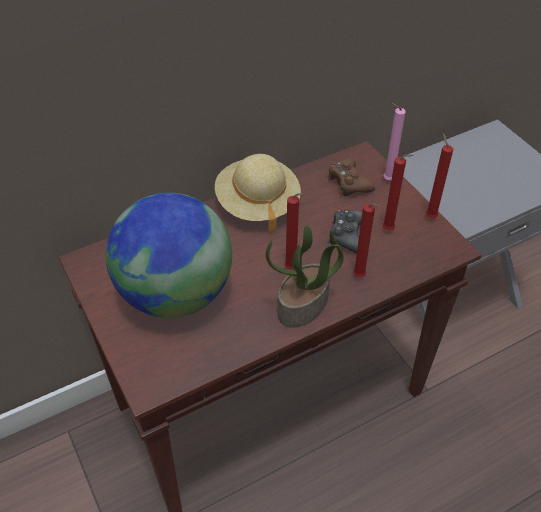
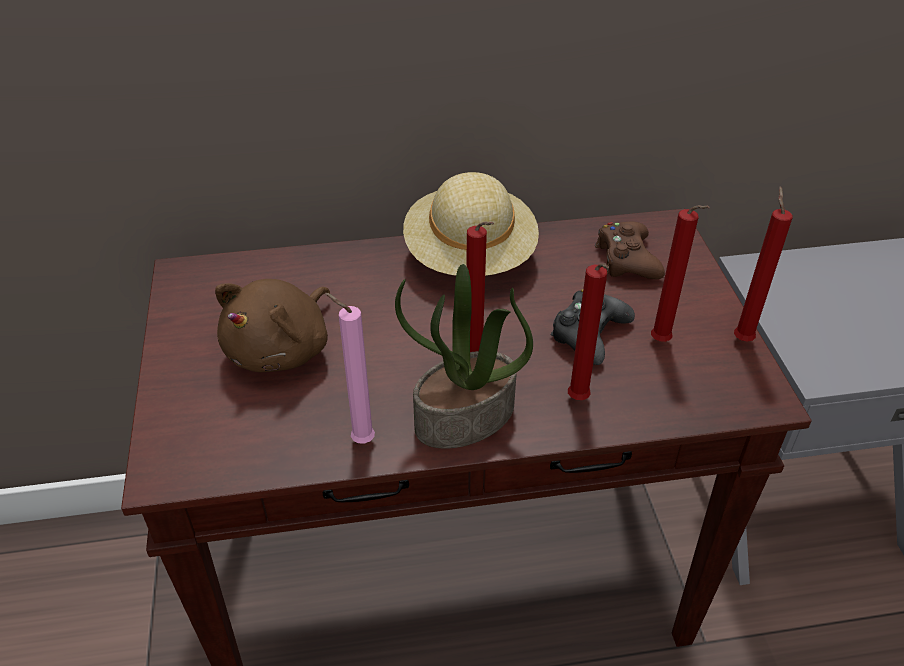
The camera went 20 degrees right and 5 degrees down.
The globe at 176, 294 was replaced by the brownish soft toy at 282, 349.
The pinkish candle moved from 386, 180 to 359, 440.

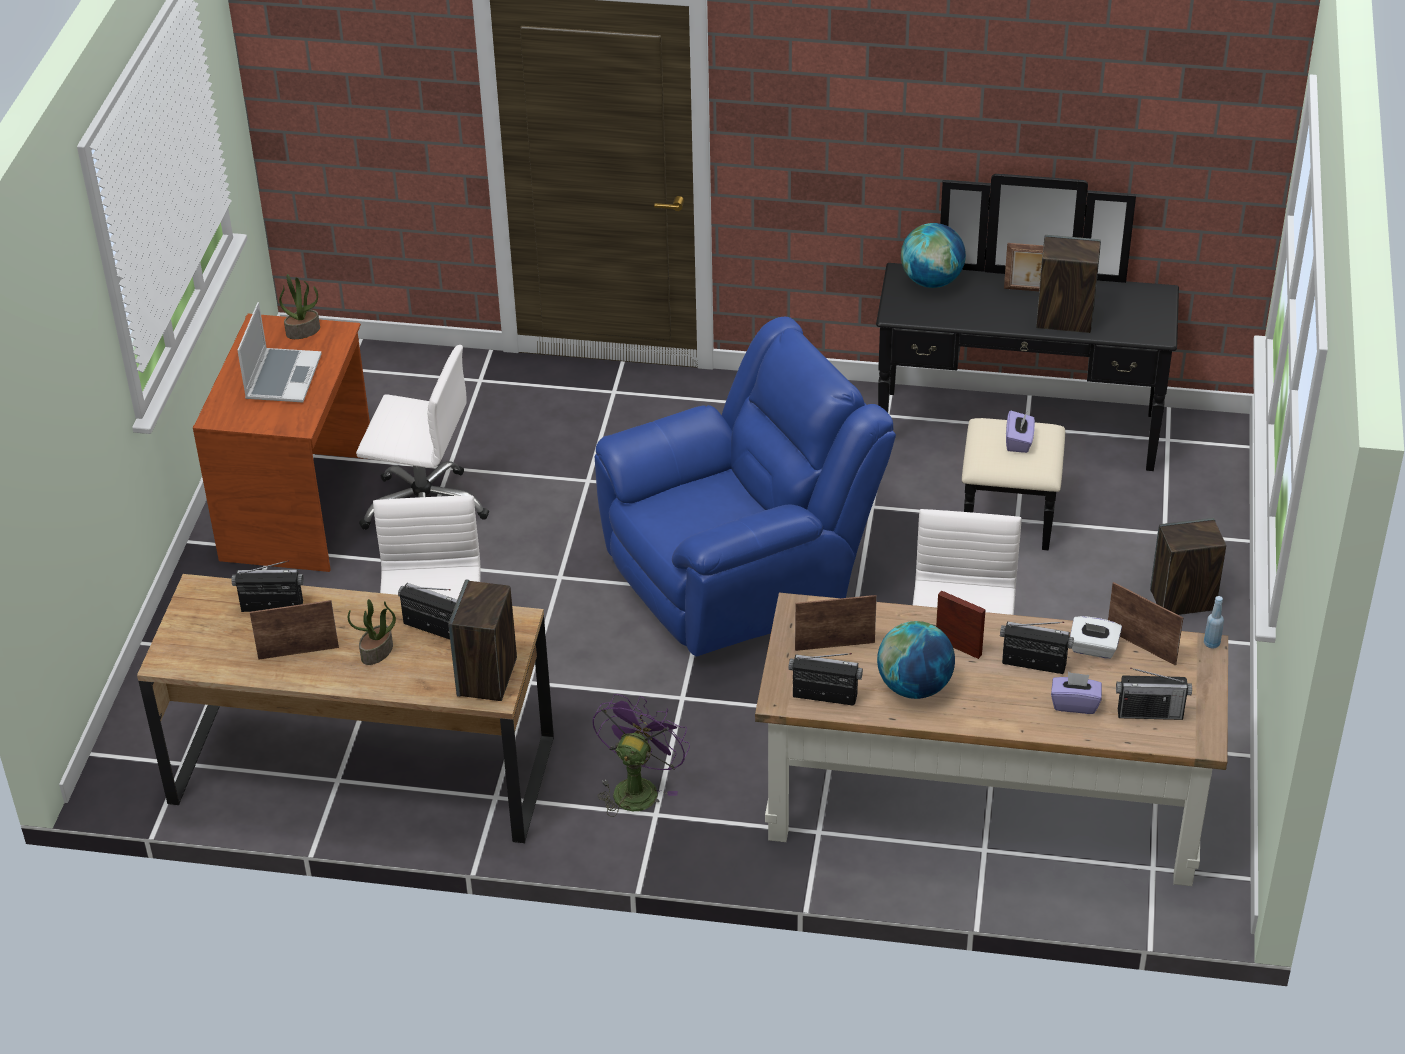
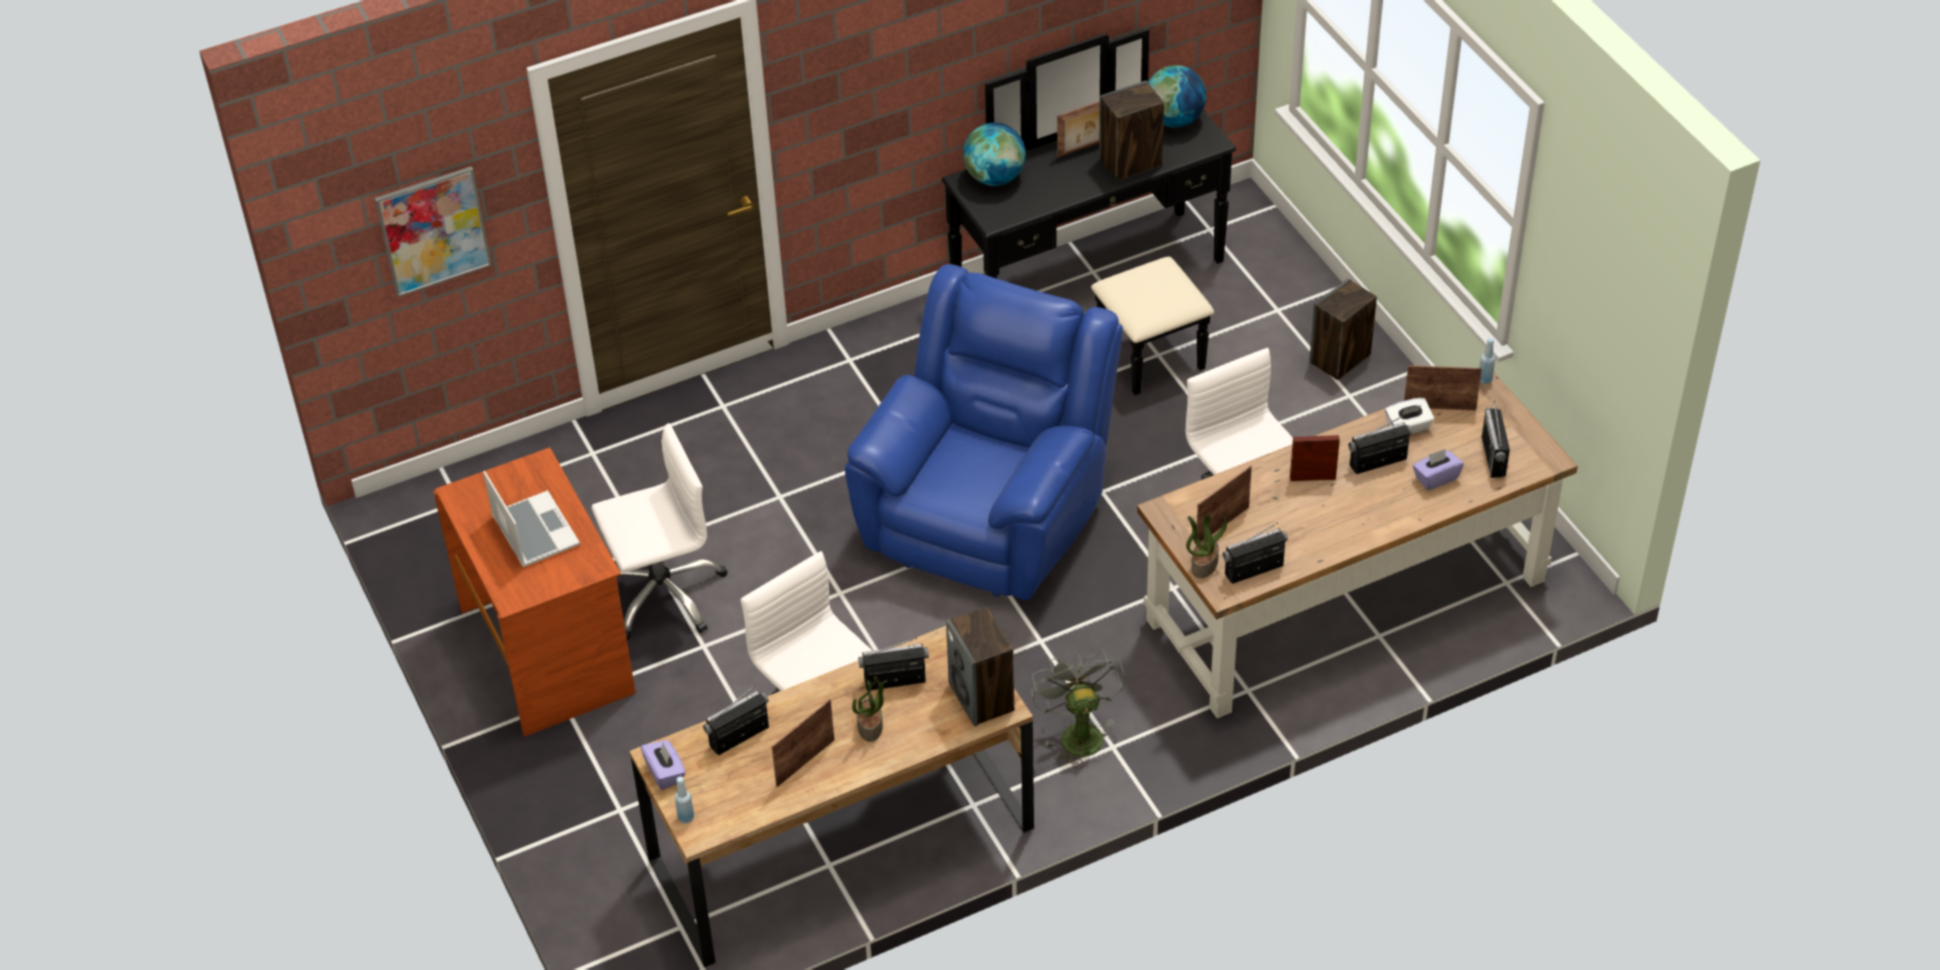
The camera went 35 degrees left and 5 degrees up.
The picture at 433, 230 appeared.
The purple tissue box moved from 1019, 442 to 665, 773.
The blue bottle at 686, 817 appeared.
The purple cooling fan at 637, 787 became the grey cooling fan at 1077, 733.
The globe moved from 914, 687 to 1174, 120.
The houseplant moved from 303, 331 to 1204, 564.
The radio set at 1150, 713 turned 120 degrees clockwise.

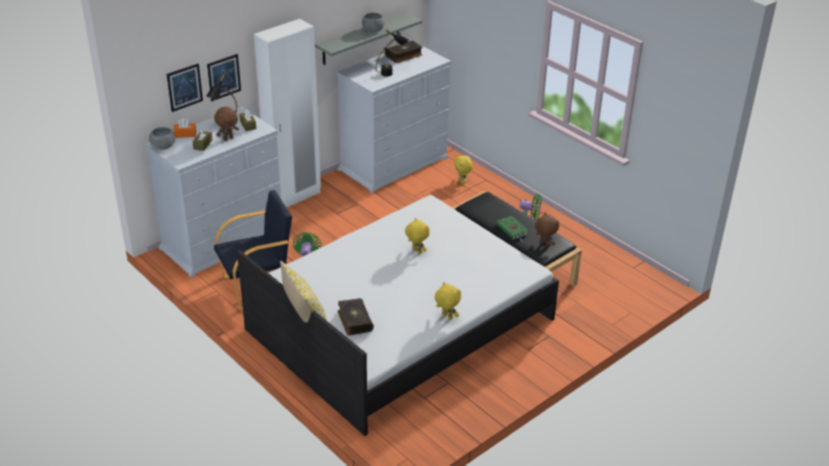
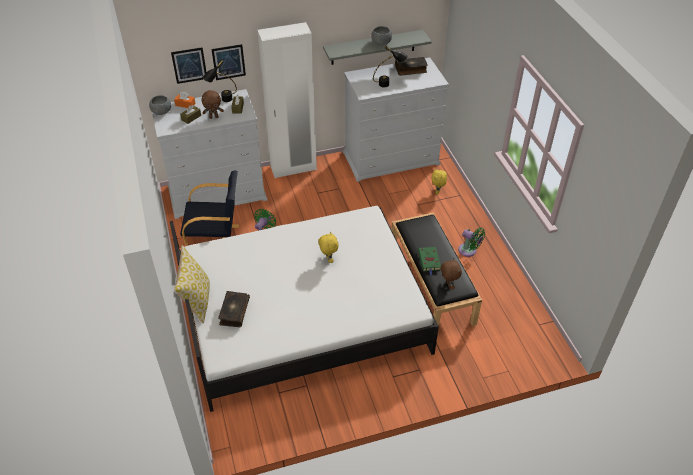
The camera went 25 degrees right and 10 degrees up.
The yellow soft toy at 446, 317 disappeared.

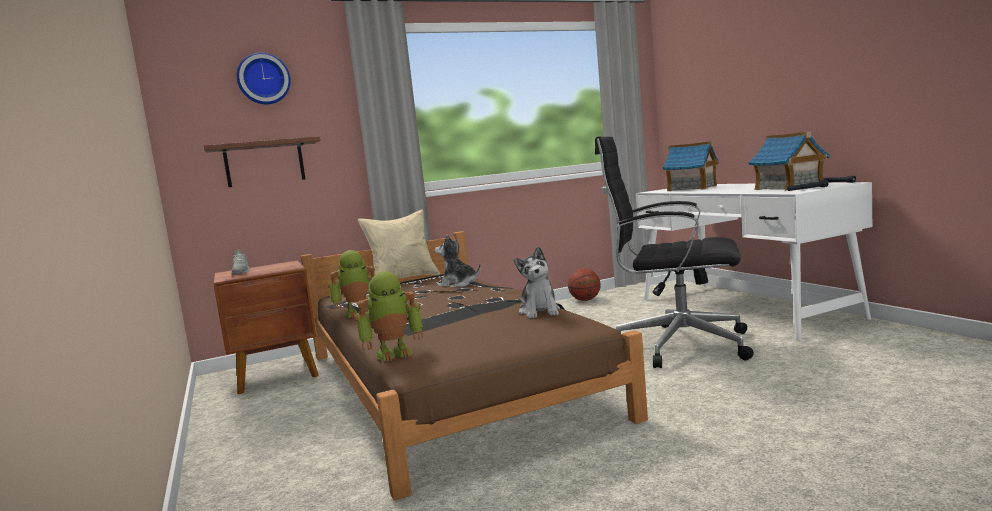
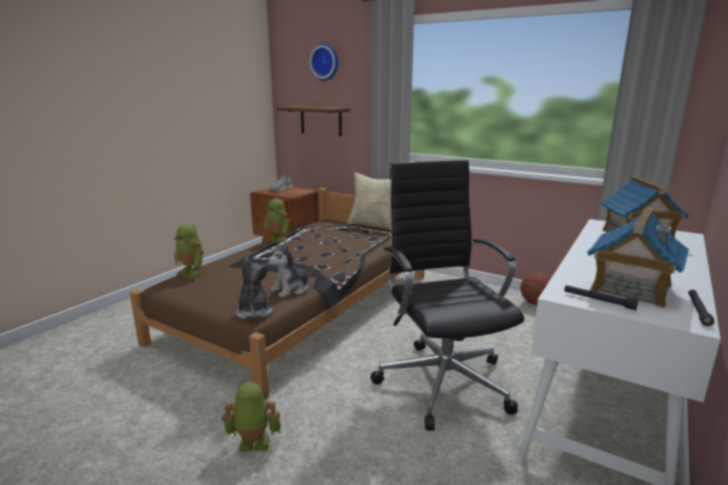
The camera went 55 degrees right and 10 degrees up.
The robot figure at 253, 445 appeared.
The soft toy moved from 458, 284 to 254, 312.

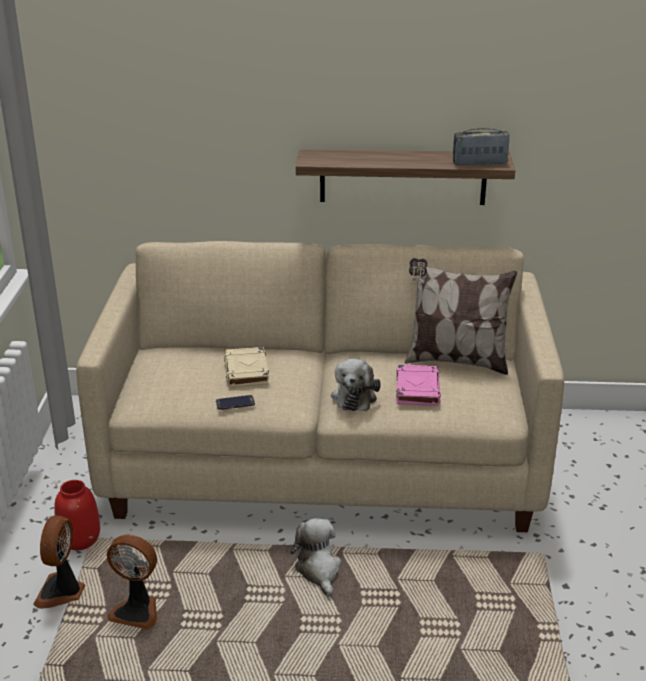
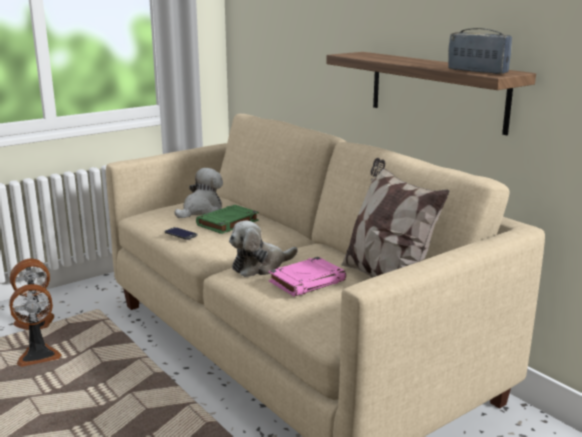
The camera went 50 degrees right and 10 degrees down.
The cooling fan at 137, 611 turned 90 degrees counterclockwise.
The soft toy moved from 318, 570 to 201, 210.
The beige book at 247, 371 became the greenish book at 227, 223.
The red-coloured flower vase at 80, 539 disappeared.

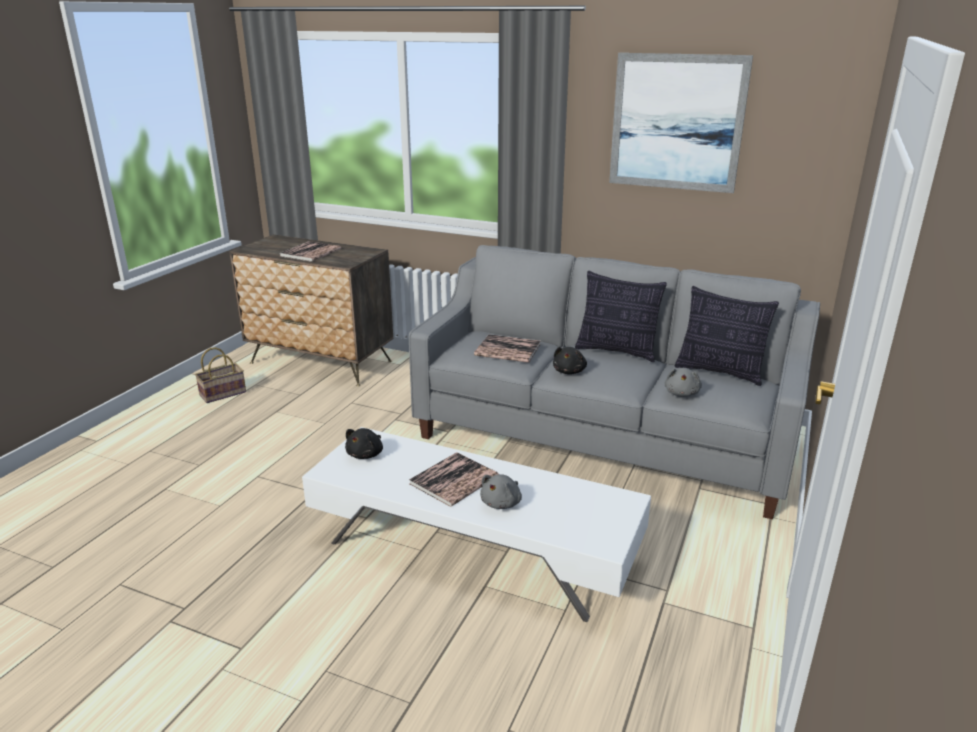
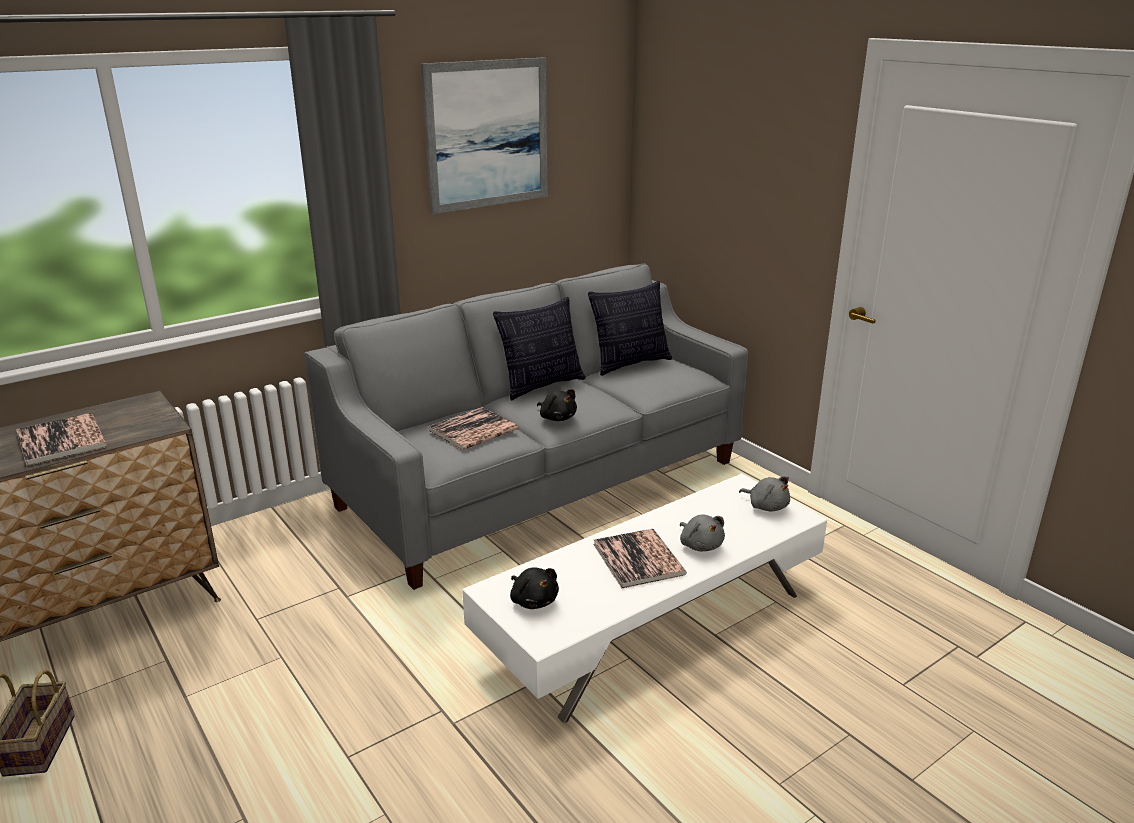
The camera went 60 degrees left and 0 degrees up.
The grey soft toy moved from 682, 393 to 766, 506.

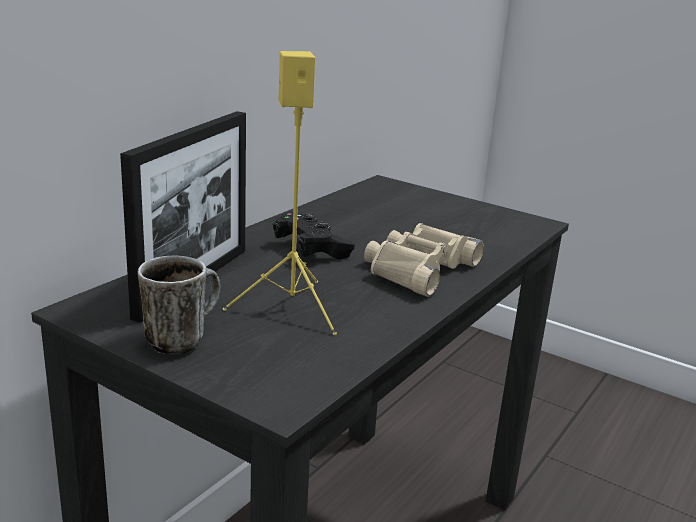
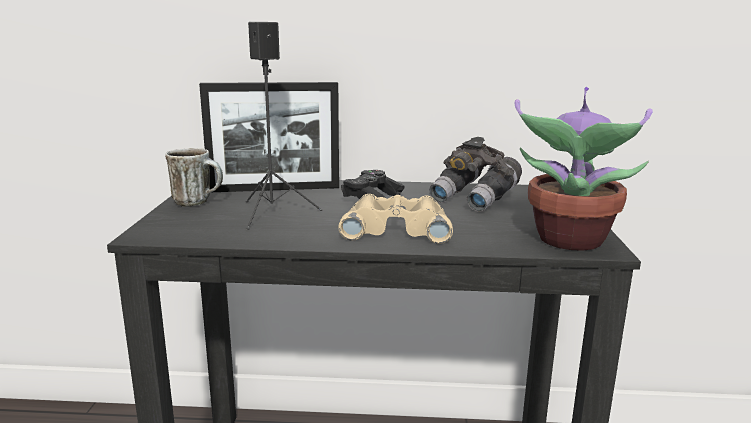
The camera went 60 degrees right and 5 degrees down.
The yellow loudspeaker at 292, 306 became the black loudspeaker at 273, 213.
The grey binoculars at 474, 199 appeared.
The houseplant at 568, 241 appeared.

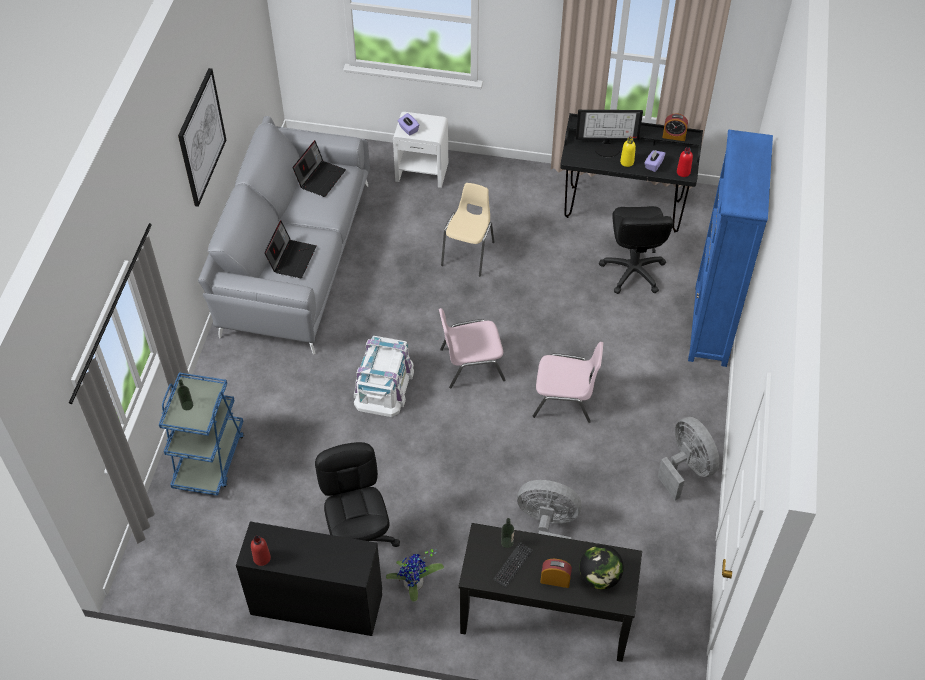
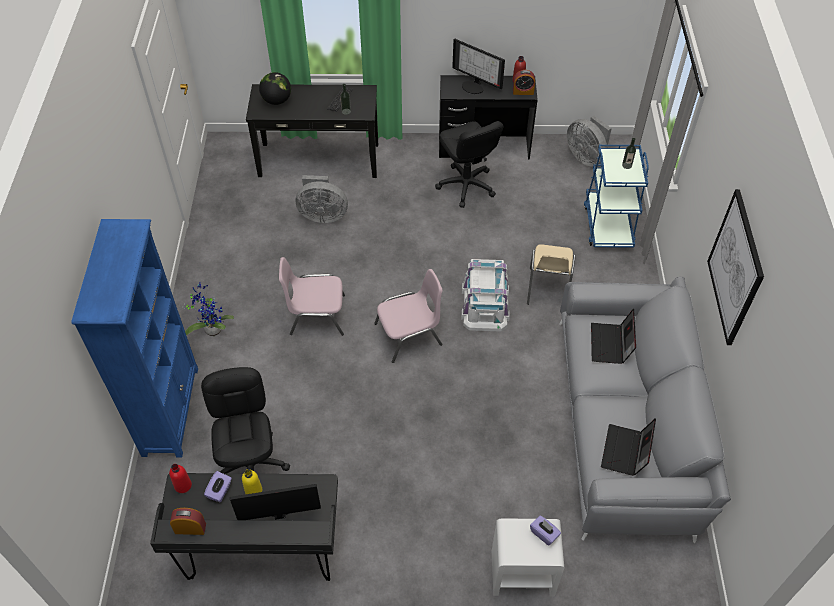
The camera went 170 degrees right and 0 degrees up.
The houseplant moved from 414, 586 to 212, 328.
The monitor at 474, 86 appeared.
The table clock moved from 555, 580 to 523, 91.
The beige chair moved from 469, 253 to 547, 289.
The grey cooling fan moved from 686, 468 to 586, 157.

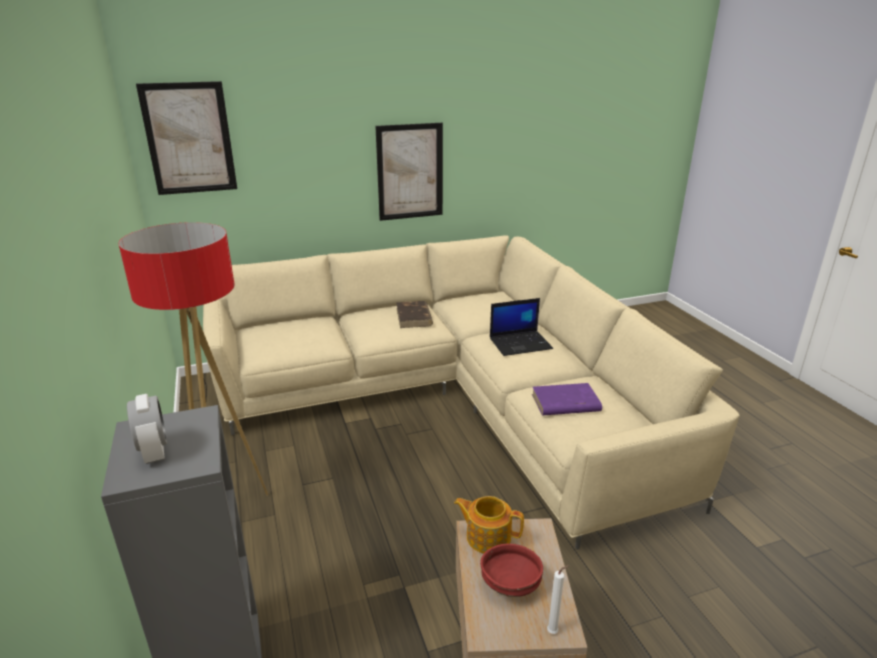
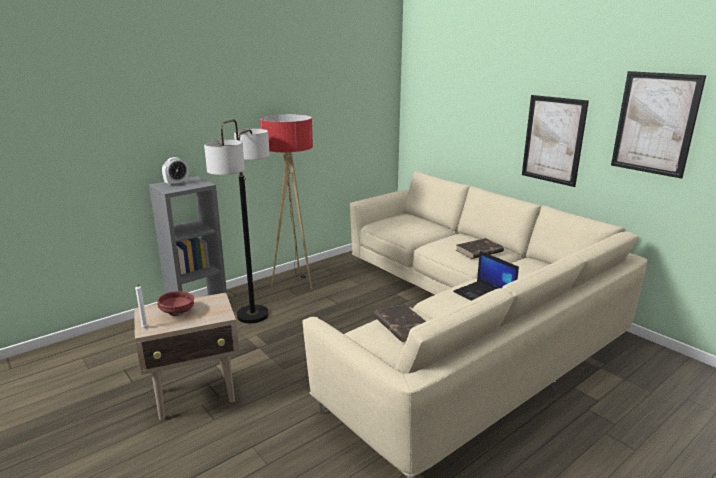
The camera went 70 degrees right and 5 degrees down.
The standing lamp at 253, 315 appeared.
The purple book at 565, 403 became the brownish book at 401, 325.
The picture moved from 189, 139 to 655, 123.
The teapot at 487, 536 disappeared.

